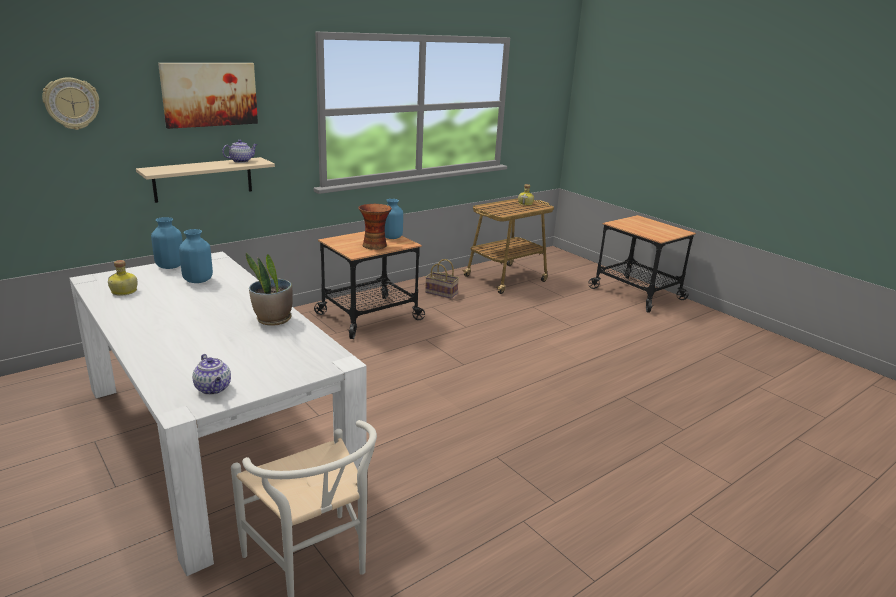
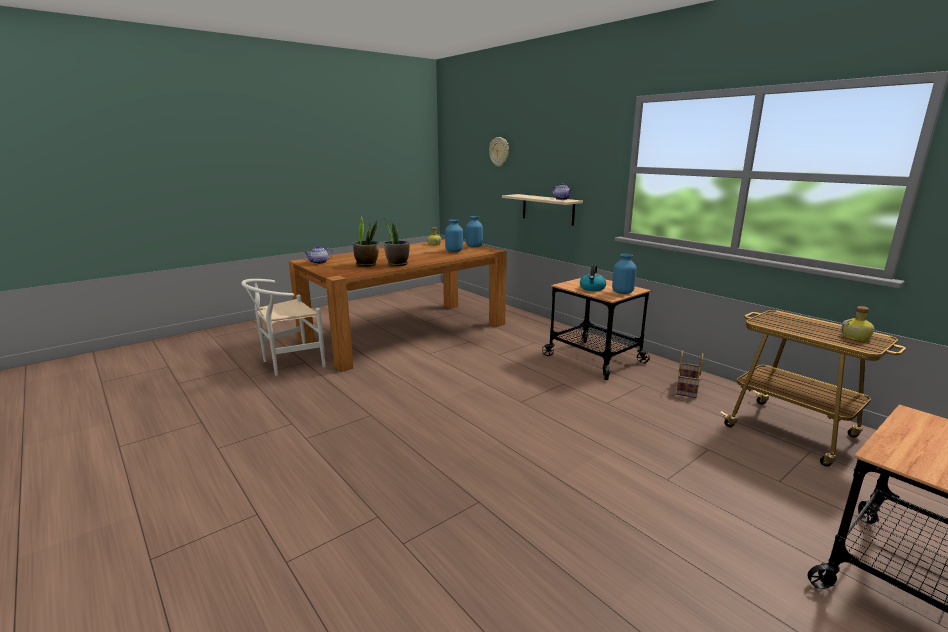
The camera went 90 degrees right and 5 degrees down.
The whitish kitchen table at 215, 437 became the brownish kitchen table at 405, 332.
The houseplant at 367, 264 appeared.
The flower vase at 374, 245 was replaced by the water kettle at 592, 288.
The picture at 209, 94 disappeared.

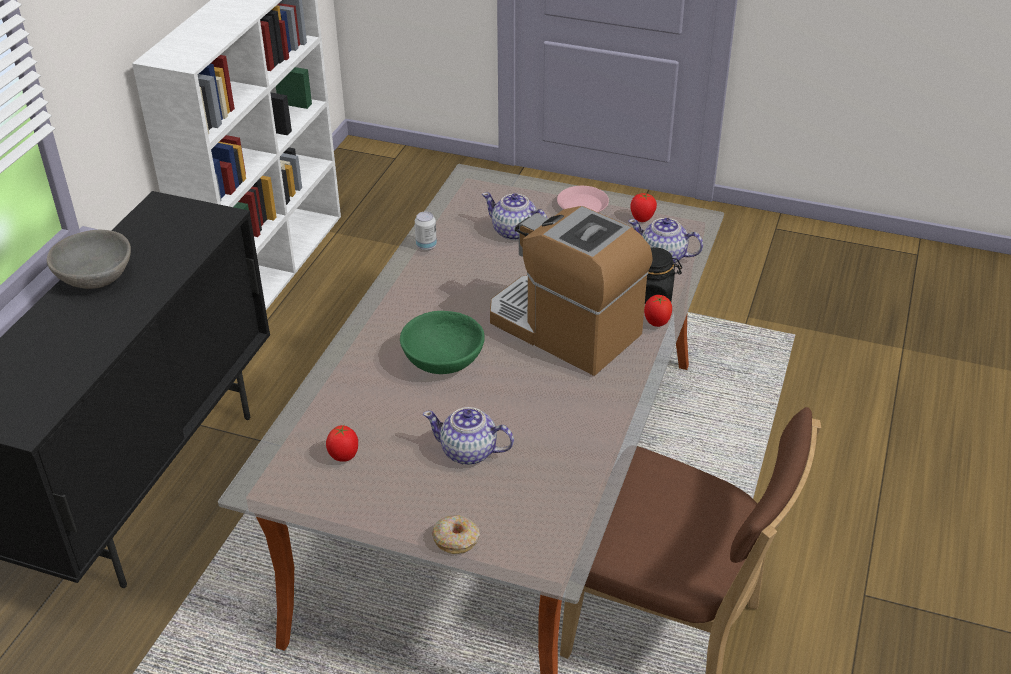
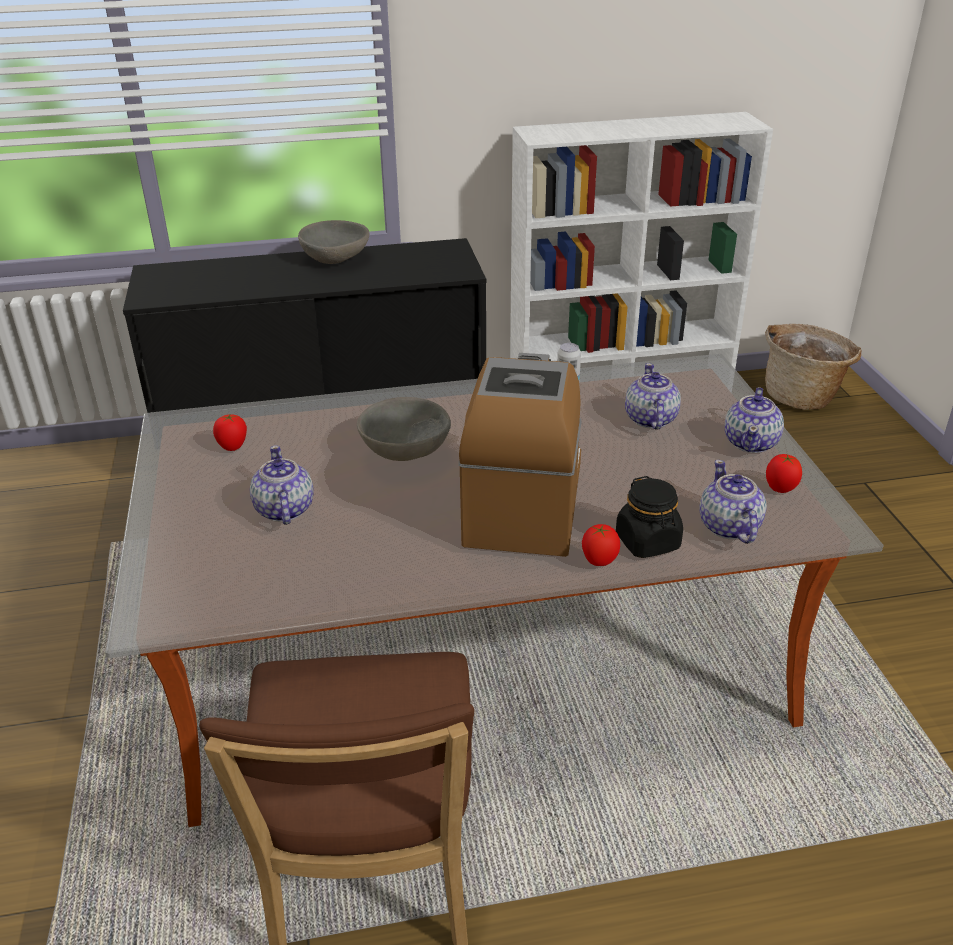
The camera went 60 degrees right and 5 degrees down.
The greenish serving bowl at 444, 360 became the grey serving bowl at 406, 451.
The pinkish flat dish at 582, 205 was replaced by the teapot at 751, 442.
The basket at 802, 396 appeared.
The ring doughnut at 456, 539 disappeared.

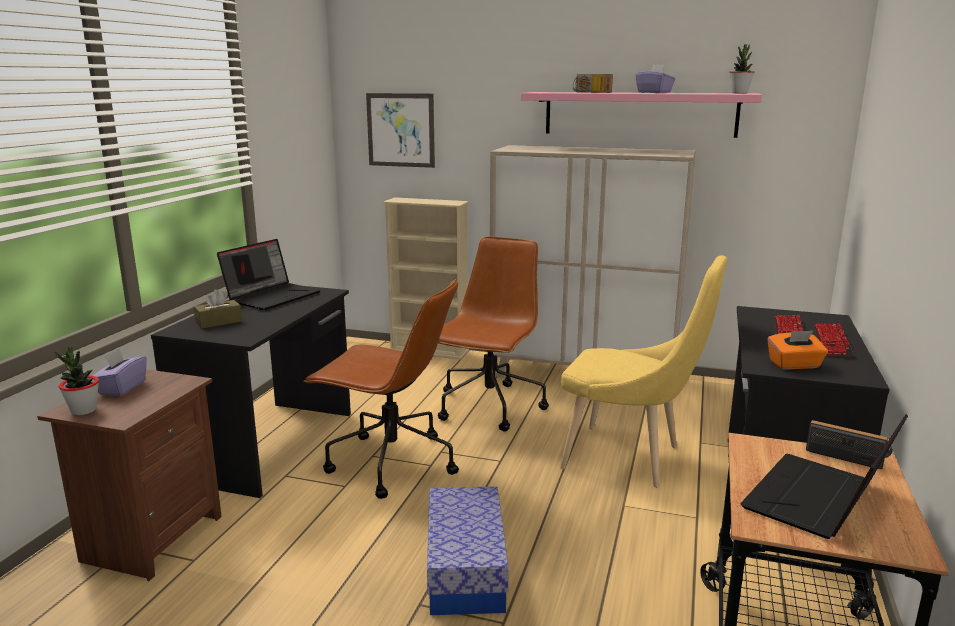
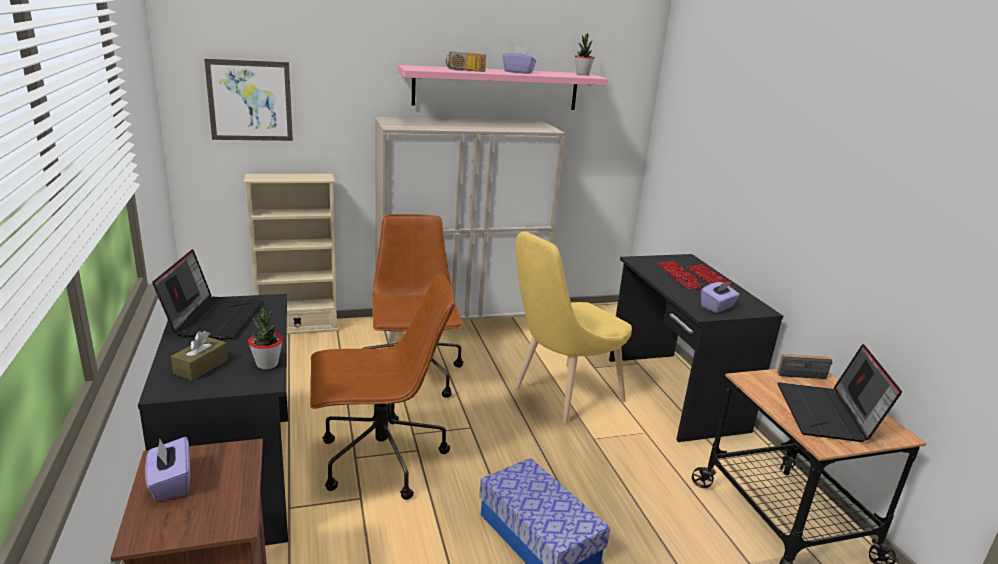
The camera went 35 degrees left and 5 degrees up.
The houseplant moved from 83, 411 to 267, 364.
The yellow chair at 630, 459 turned 150 degrees clockwise.
The orangey tissue box at 794, 365 became the purple tissue box at 717, 307.

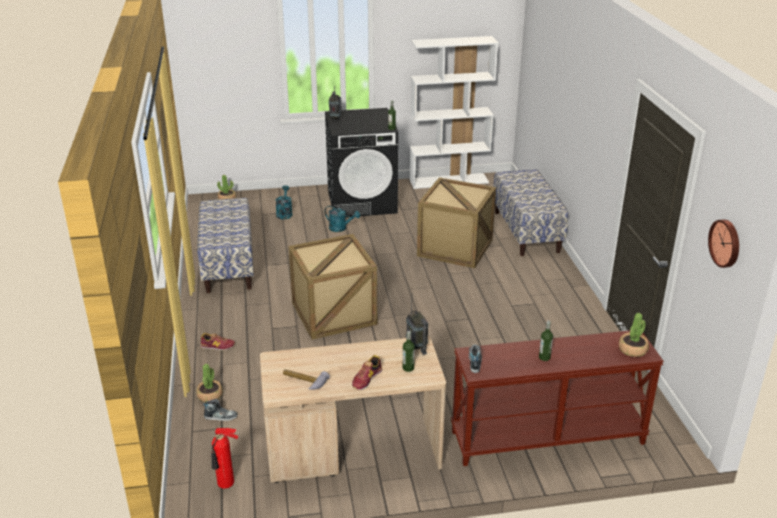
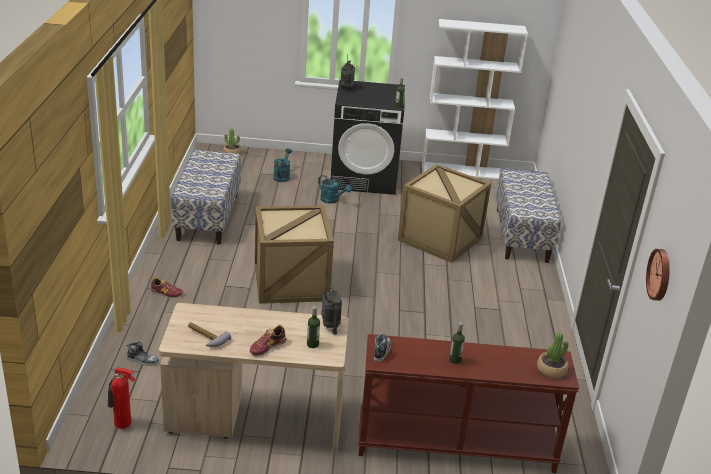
The camera went 10 degrees right and 0 degrees up.
The houseplant at 210, 395 disappeared.

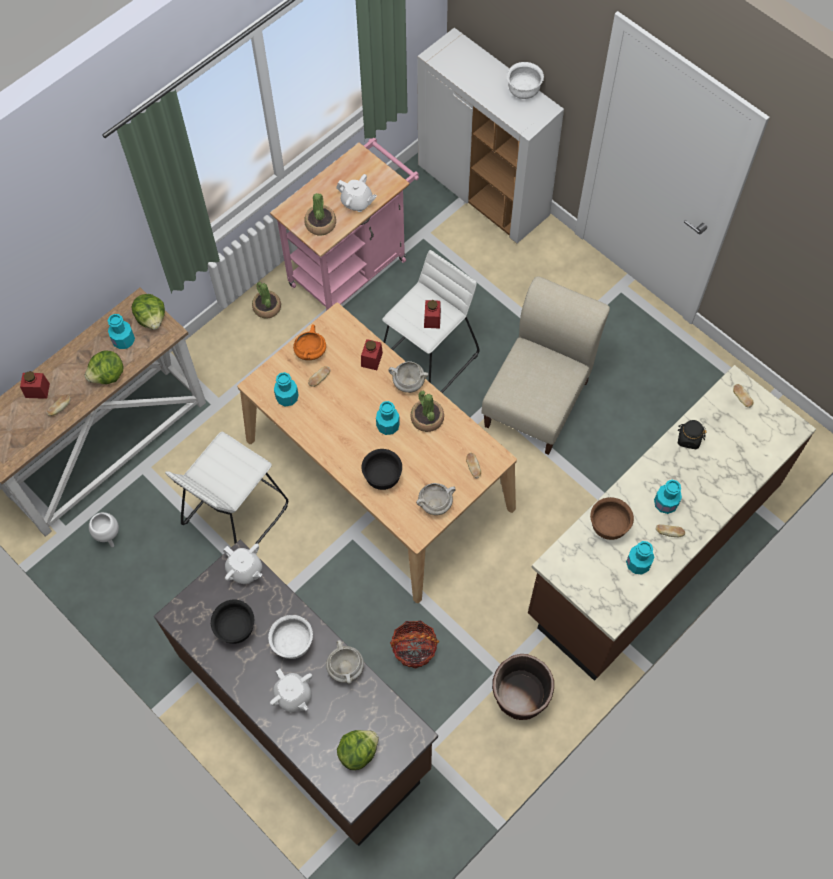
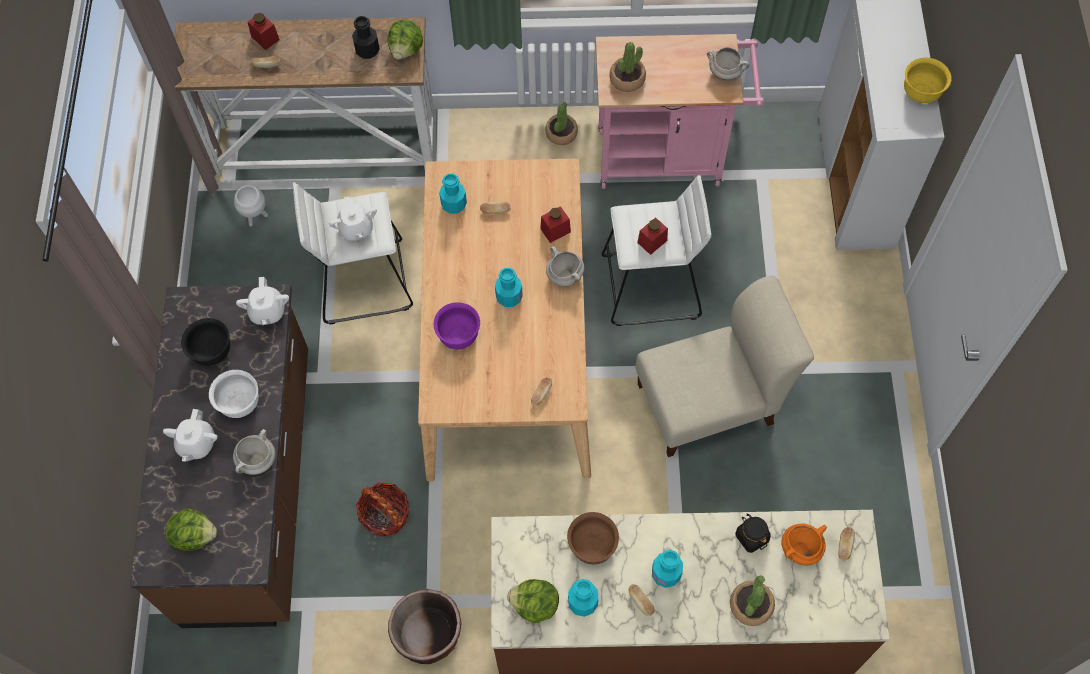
The camera went 45 degrees right and 0 degrees up.
The whitish teapot moved from 357, 202 to 356, 229.
The blue-green bottle at 124, 340 became the black bottle at 367, 50.
The black serving bowl at 382, 477 became the purple serving bowl at 459, 336.
The lettuce head moved from 108, 376 to 535, 605.
The whitish saucepot moved from 435, 503 to 726, 72.
The houseplant moved from 427, 418 to 750, 605.
The orangey saucepot moved from 310, 351 to 801, 548.
The whitish serving bowl at 523, 92 became the yellow serving bowl at 921, 93.

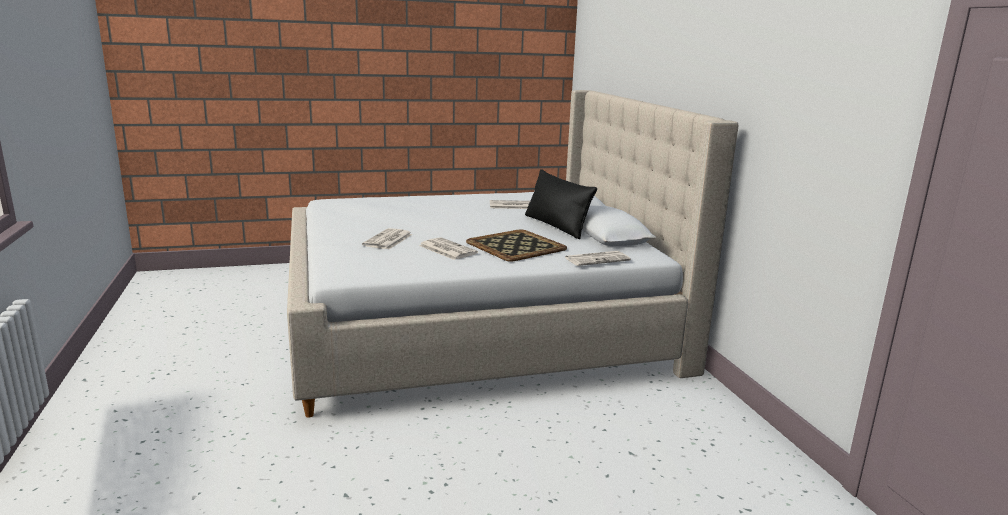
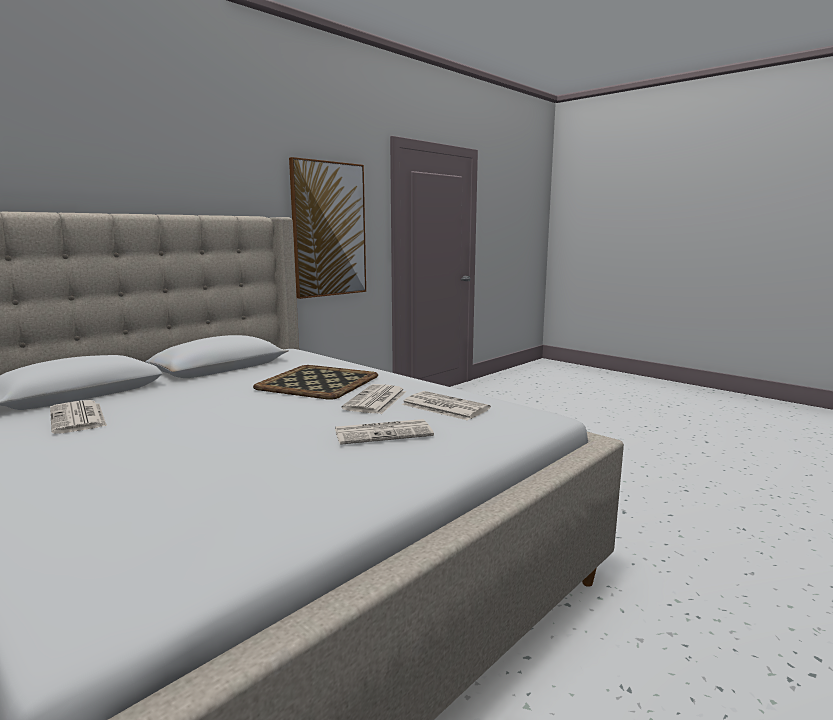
The camera went 120 degrees left and 5 degrees down.
The picture at 329, 229 appeared.
The printed paper moved from 597, 259 to 443, 406.
The black pillow at 556, 226 disappeared.

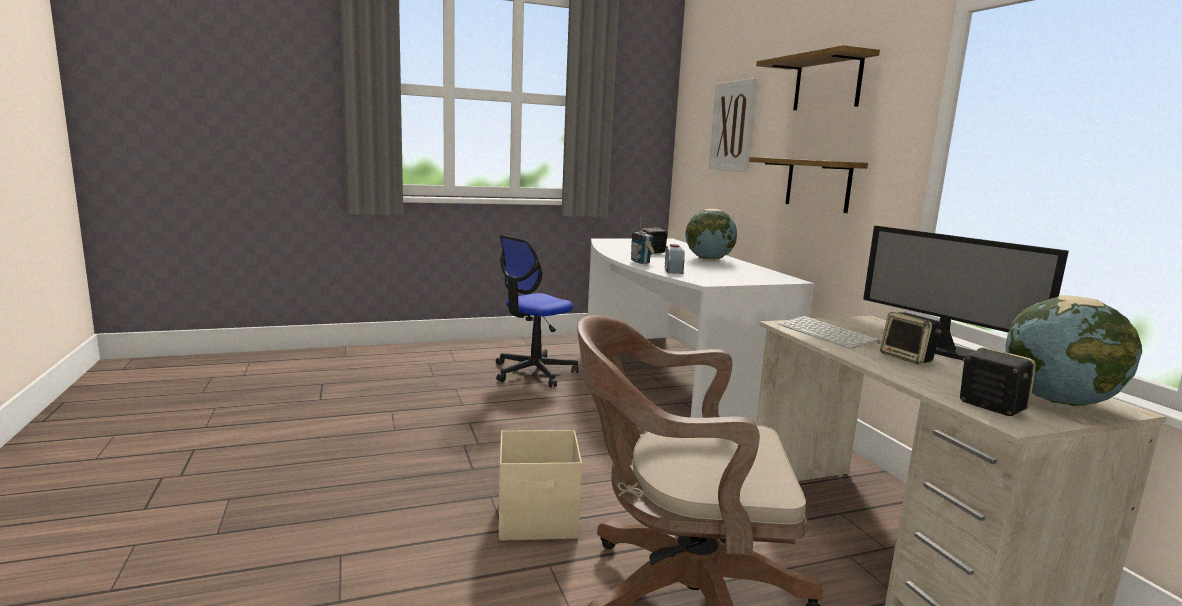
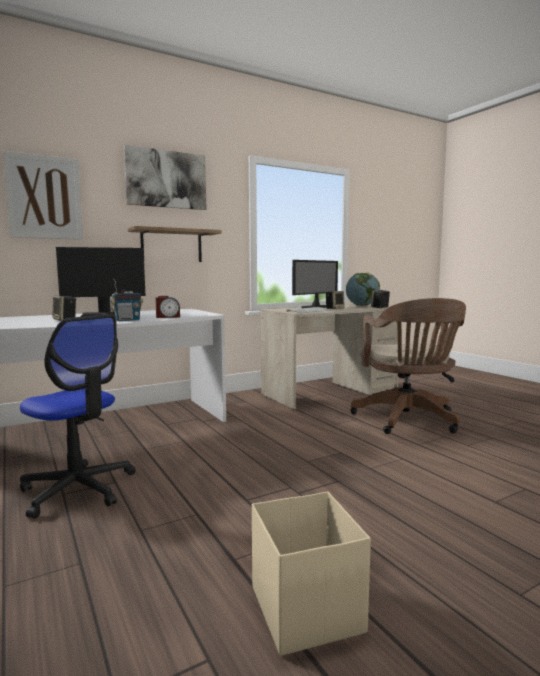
The camera went 100 degrees left and 5 degrees down.
The globe at 709, 259 was replaced by the monitor at 104, 314.
The wall shelf at 827, 83 was replaced by the picture at 166, 179.
The beige storage container moved from 538, 520 to 306, 608.

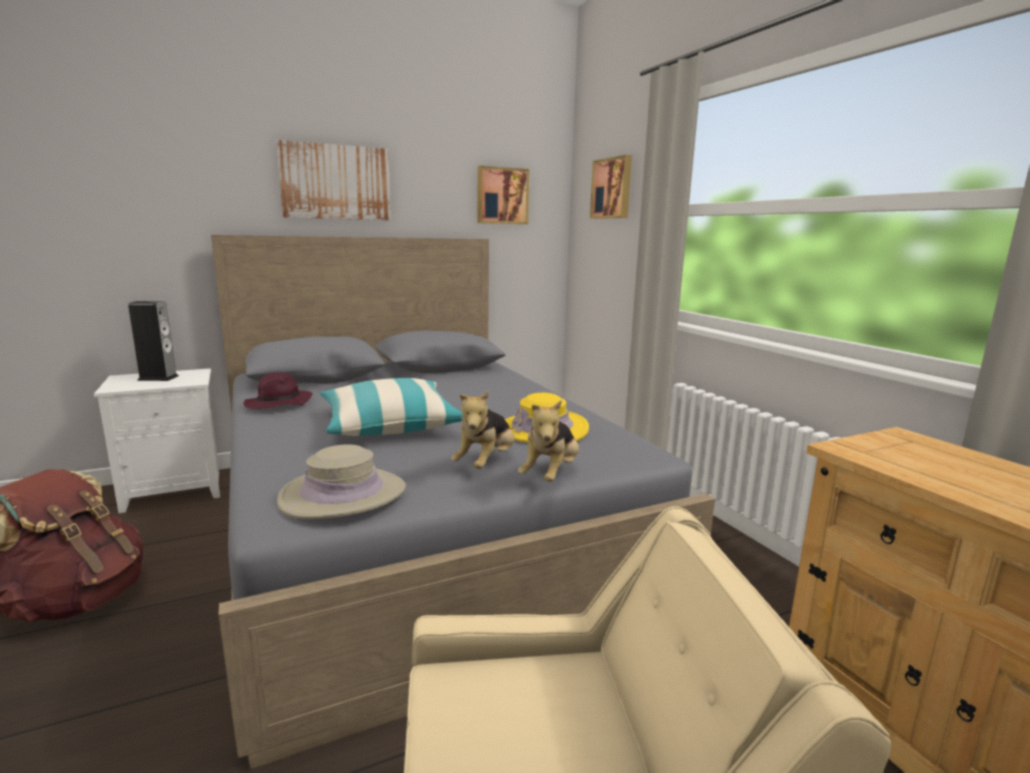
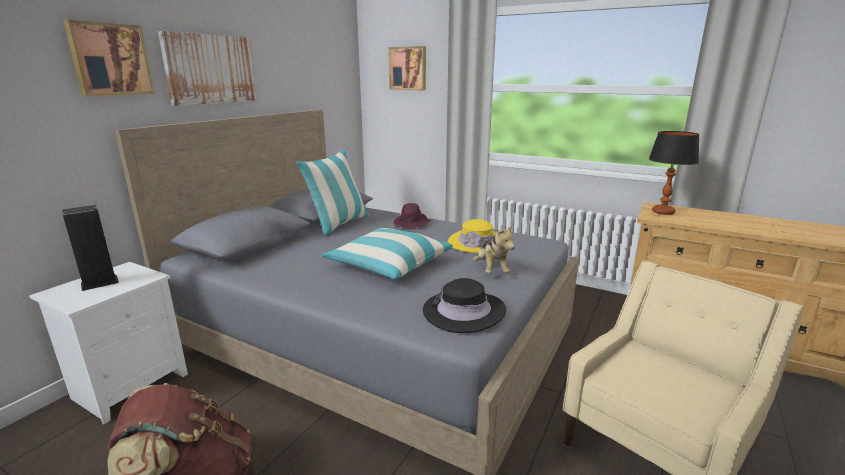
The camera went 35 degrees left and 5 degrees up.
The picture moved from 502, 196 to 110, 59.
The pillow at 338, 224 appeared.
The purple clothing hat moved from 278, 404 to 411, 223.
The beige clothing hat at 343, 494 became the black clothing hat at 464, 312.
The table lamp at 662, 212 appeared.
The soft toy at 550, 475 disappeared.

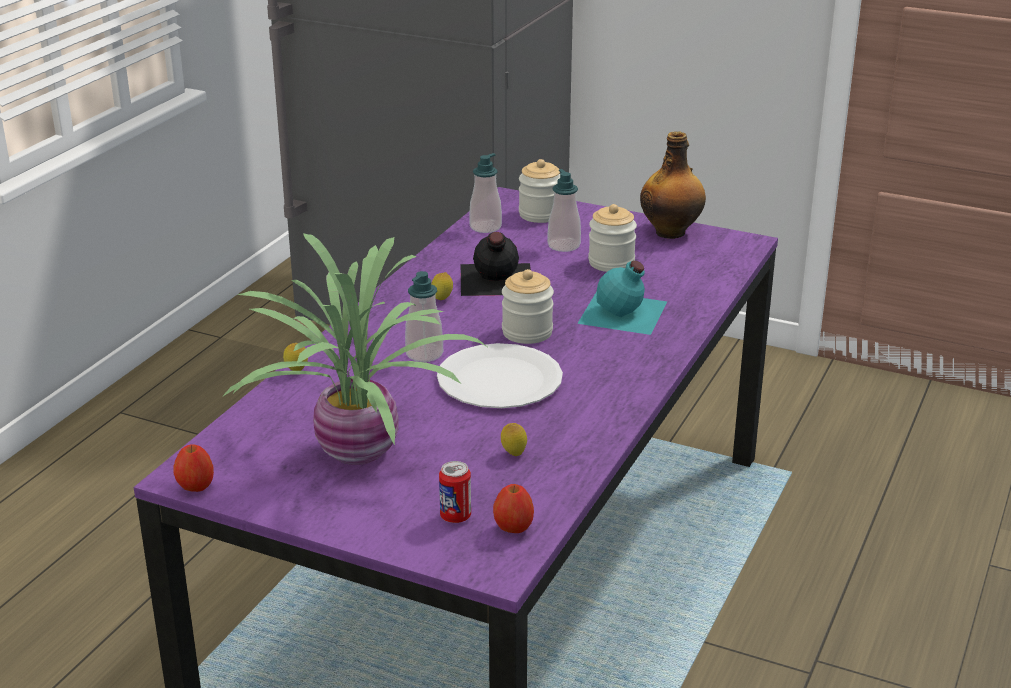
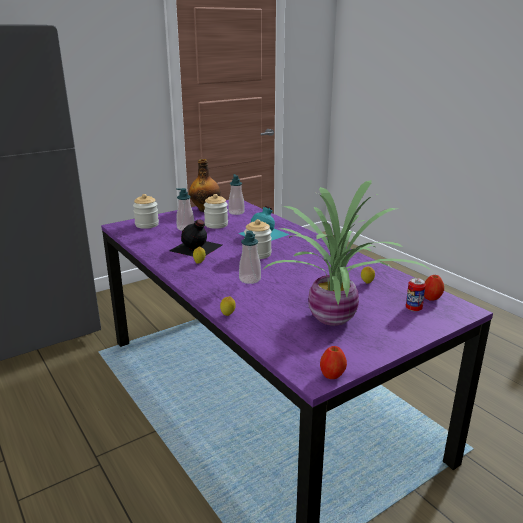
The camera went 60 degrees left and 5 degrees down.
The soap dispenser moved from 485, 227 to 236, 212.
The whitish flat dish at 499, 380 disappeared.

